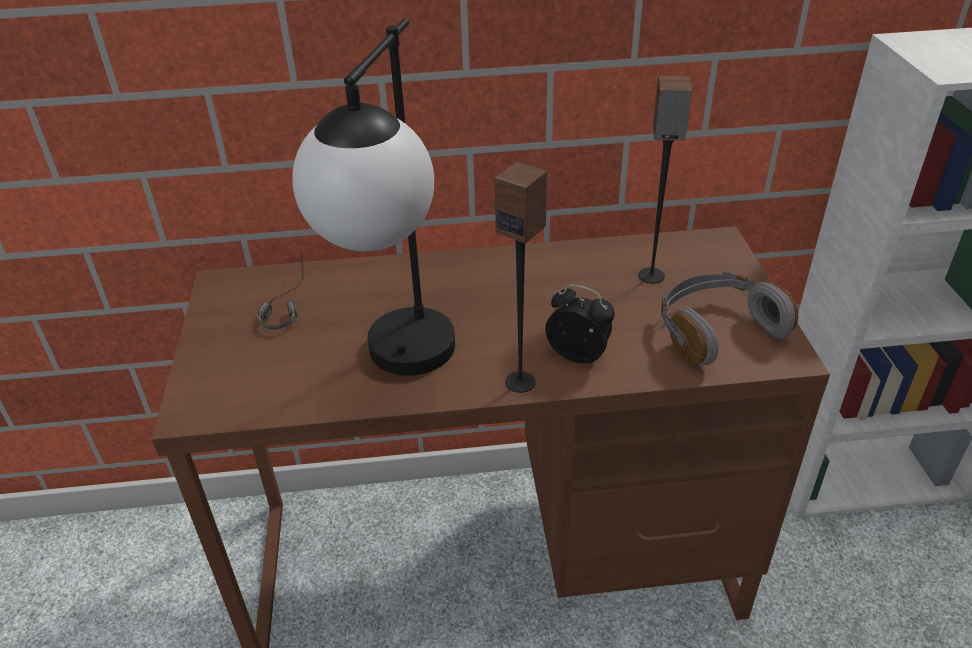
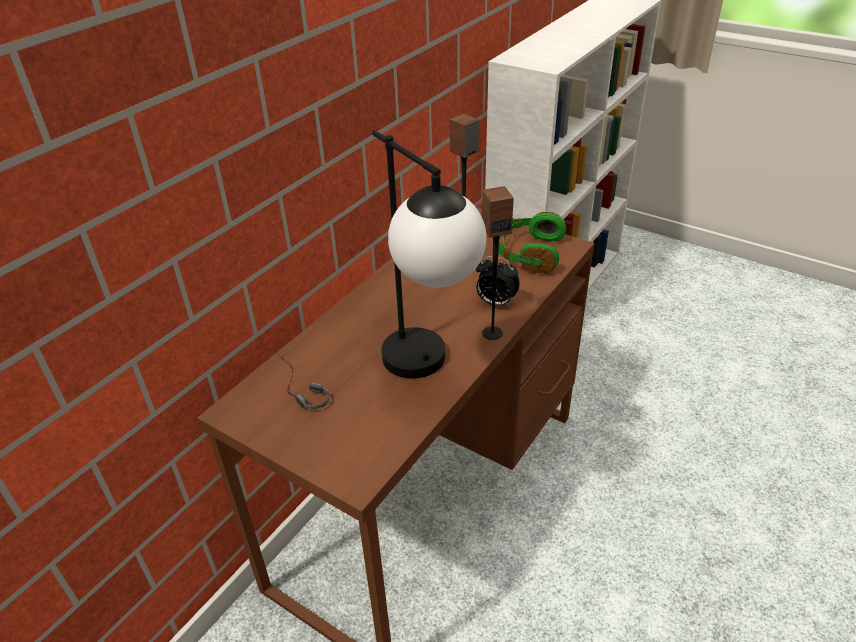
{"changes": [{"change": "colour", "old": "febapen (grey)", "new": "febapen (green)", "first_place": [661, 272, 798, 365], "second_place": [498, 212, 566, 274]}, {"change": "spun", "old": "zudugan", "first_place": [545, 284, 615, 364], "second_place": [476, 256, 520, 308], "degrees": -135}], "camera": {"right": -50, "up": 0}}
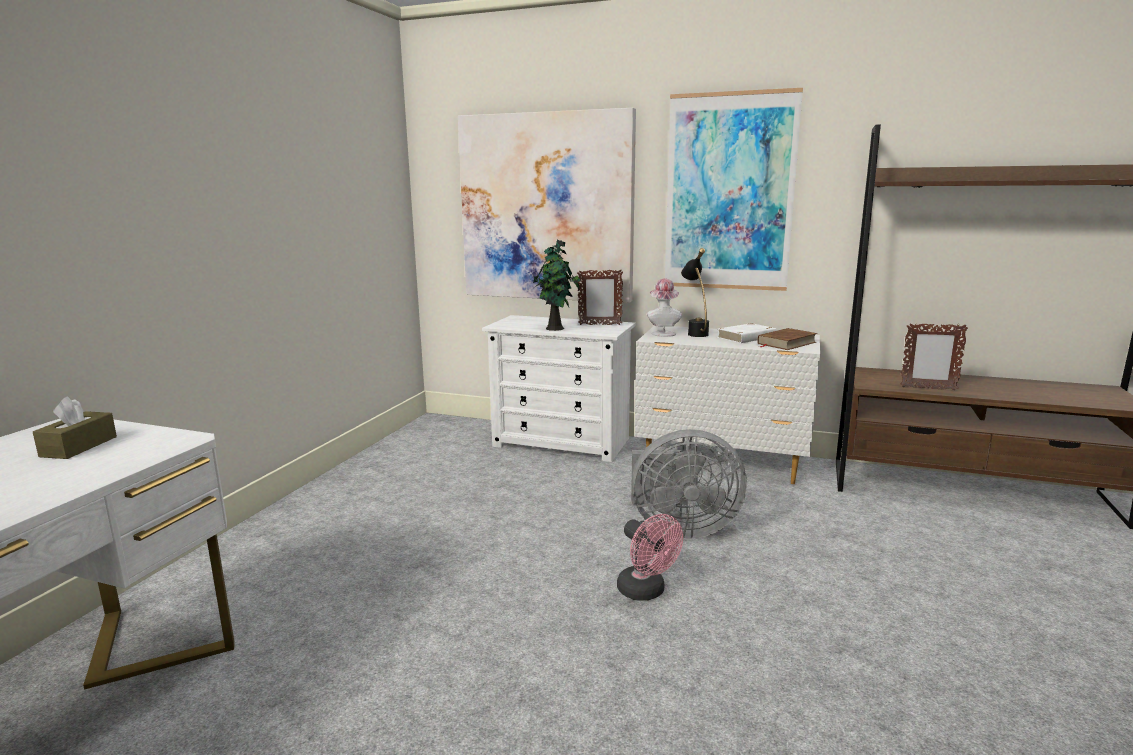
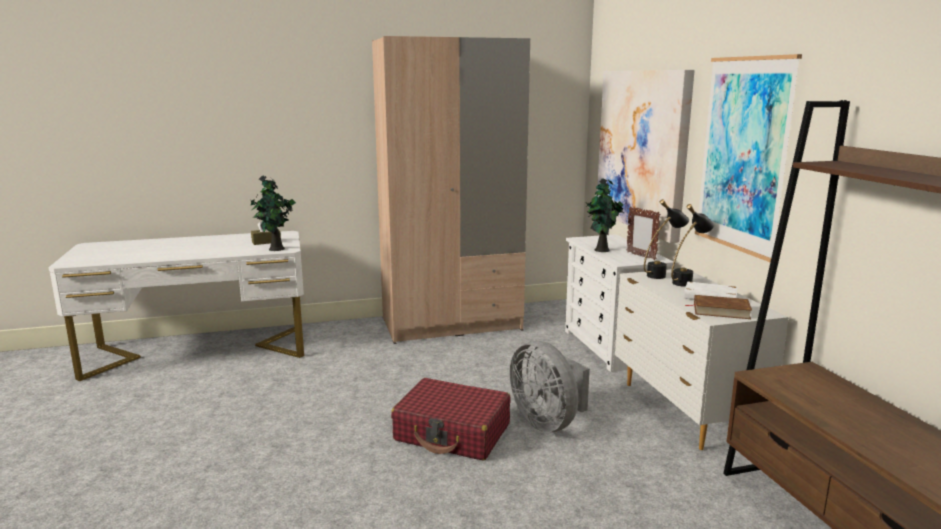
{"changes": [{"change": "exchanged", "old": "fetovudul", "new": "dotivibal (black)", "first_place": [647, 278, 682, 337], "second_place": [644, 199, 689, 279]}, {"change": "missing", "old": "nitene", "first_place": [901, 323, 968, 391]}, {"change": "exchanged", "old": "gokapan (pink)", "new": "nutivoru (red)", "first_place": [617, 514, 683, 600], "second_place": [391, 378, 510, 461]}, {"change": "appeared", "new": "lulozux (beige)", "second_place": [372, 36, 530, 344]}, {"change": "appeared", "new": "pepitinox", "second_place": [250, 175, 296, 251]}], "camera": {"right": 55, "up": 0}}
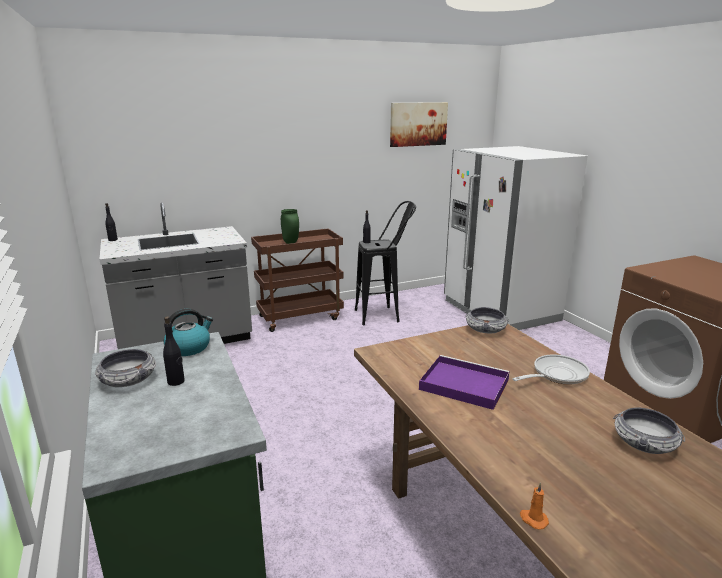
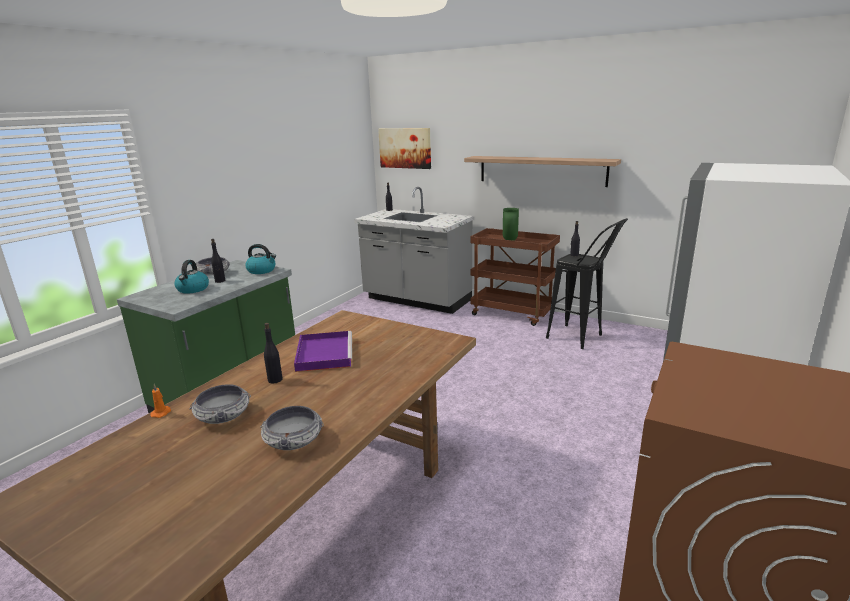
{"changes": [{"change": "relocated", "old": "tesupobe", "first_place": [390, 102, 448, 147], "second_place": [378, 128, 431, 169]}, {"change": "relocated", "old": "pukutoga", "first_place": [465, 307, 509, 333], "second_place": [190, 384, 251, 424]}, {"change": "missing", "old": "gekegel", "first_place": [512, 355, 590, 384]}, {"change": "appeared", "new": "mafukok", "second_place": [464, 156, 621, 187]}, {"change": "appeared", "new": "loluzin", "second_place": [174, 260, 209, 294]}, {"change": "appeared", "new": "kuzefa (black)", "second_place": [264, 323, 283, 384]}], "camera": {"right": 55, "up": 0}}
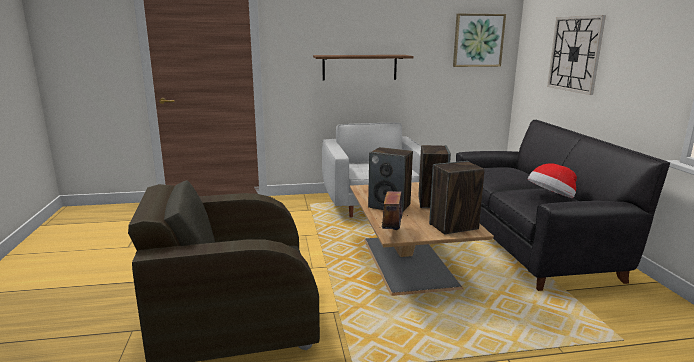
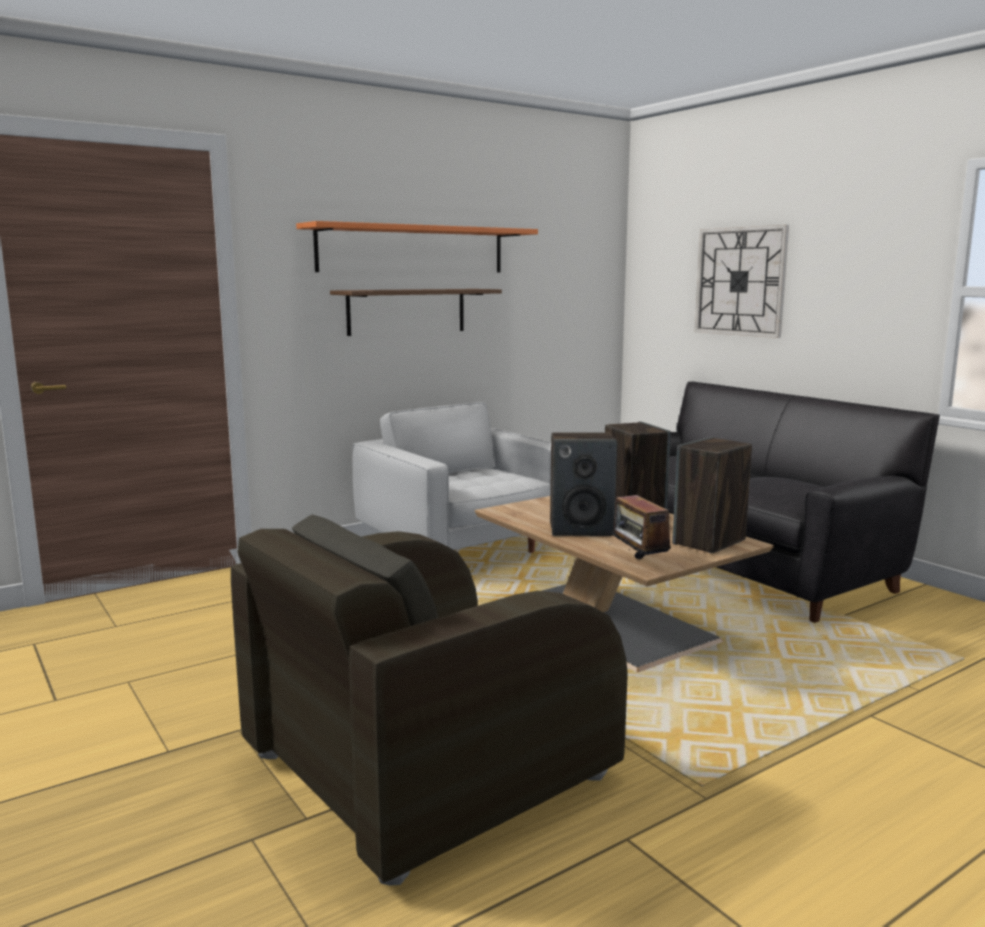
{"changes": [{"change": "missing", "old": "tesupobe", "first_place": [453, 14, 506, 67]}, {"change": "missing", "old": "fetovudul", "first_place": [528, 163, 577, 198]}, {"change": "appeared", "new": "mafukok (orange)", "second_place": [296, 221, 538, 272]}], "camera": {"right": -25, "up": -5}}
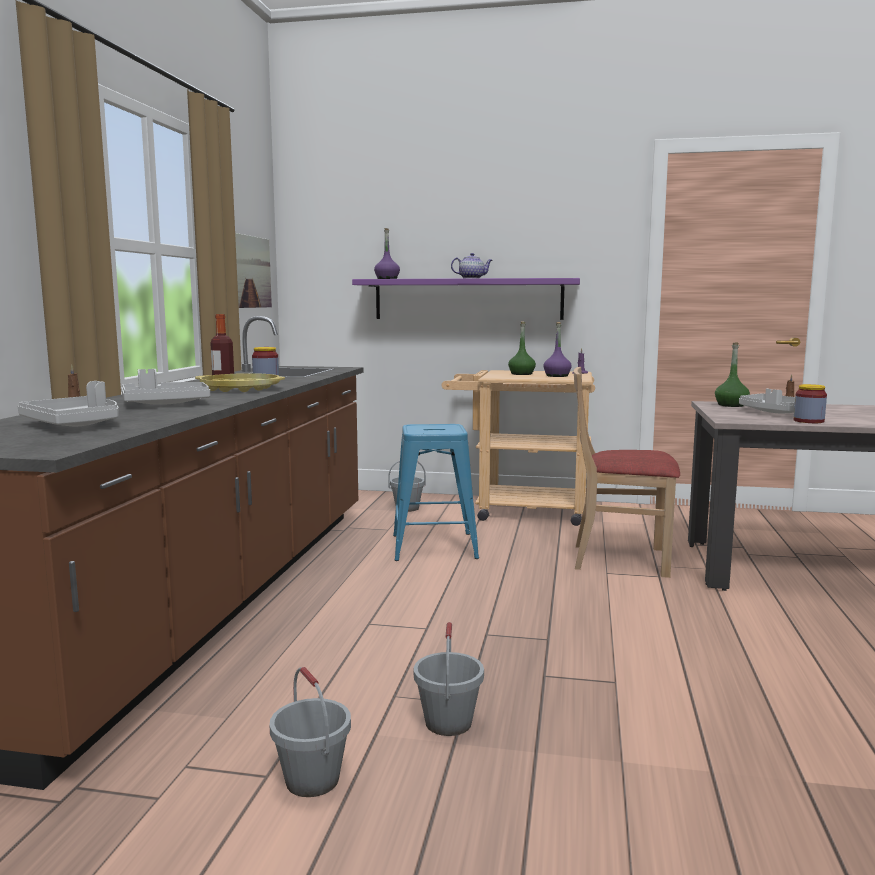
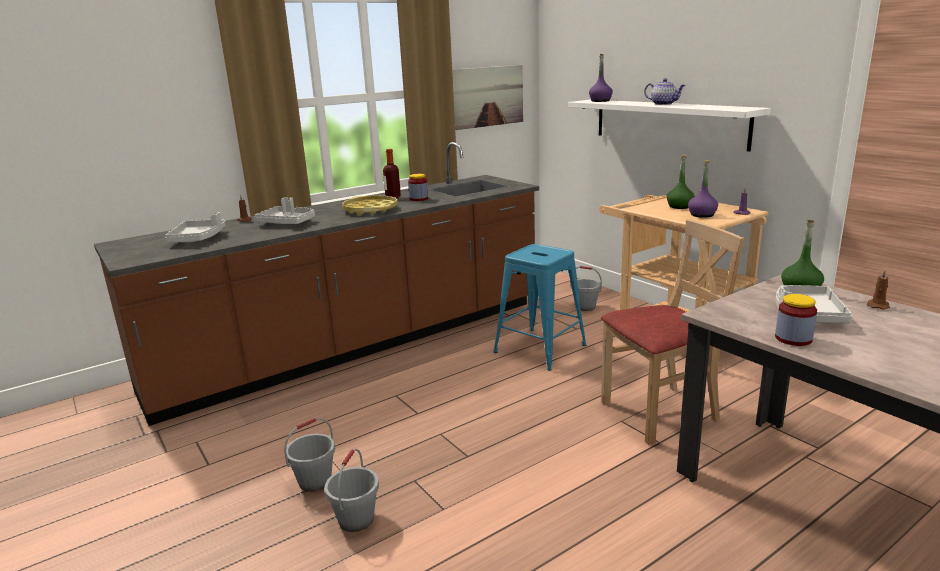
{"changes": [{"change": "colour", "old": "mafukok (purple)", "new": "mafukok (white)", "first_place": [352, 278, 580, 320], "second_place": [568, 100, 771, 151]}, {"change": "spun", "old": "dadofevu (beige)", "first_place": [574, 367, 680, 578], "second_place": [601, 219, 745, 445], "degrees": 105}, {"change": "relocated", "old": "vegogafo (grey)", "first_place": [269, 667, 351, 797], "second_place": [325, 449, 379, 532]}], "camera": {"right": 45, "up": 10}}
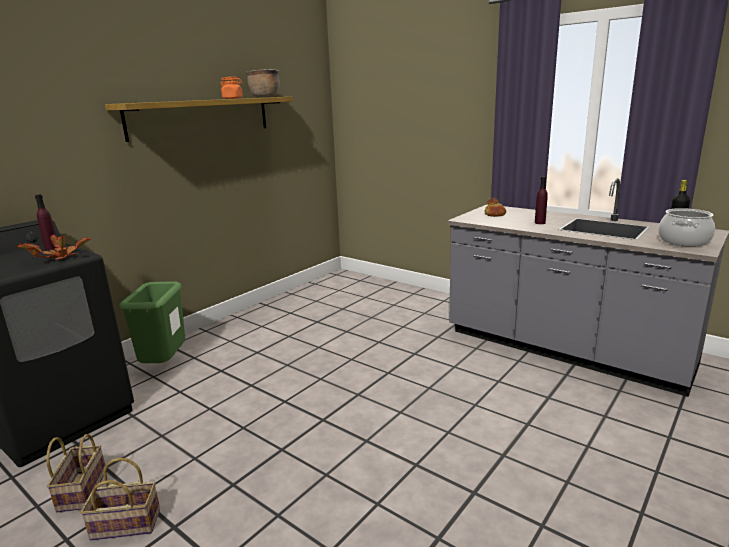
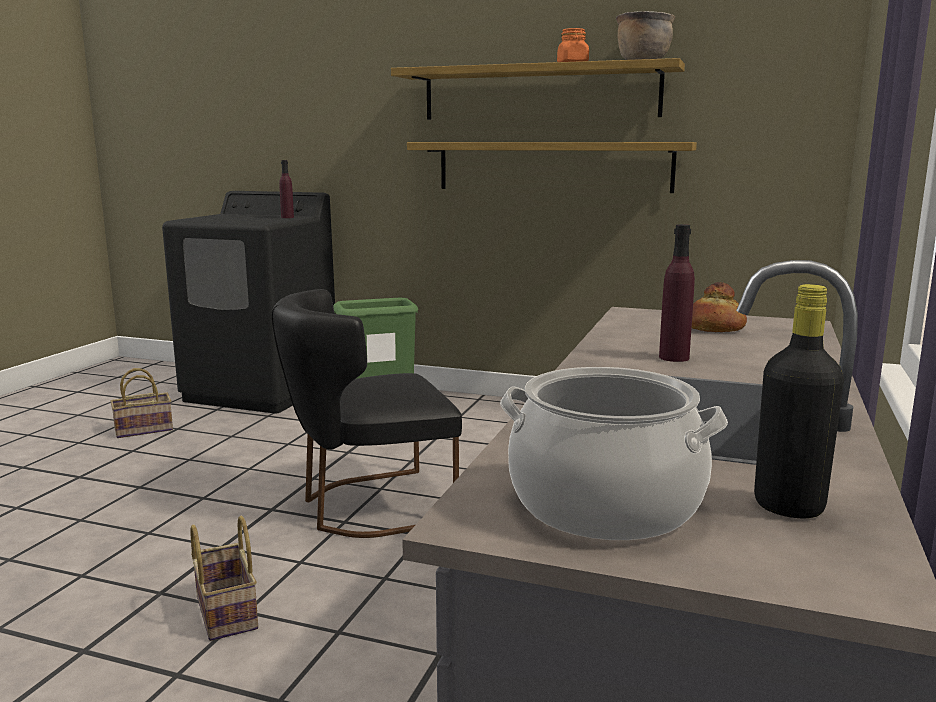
{"changes": [{"change": "missing", "old": "pepitinox", "first_place": [17, 235, 90, 260]}, {"change": "relocated", "old": "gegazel", "first_place": [80, 458, 160, 541], "second_place": [190, 516, 258, 641]}, {"change": "appeared", "new": "mafukok", "second_place": [407, 142, 697, 193]}, {"change": "appeared", "new": "dadofevu (black)", "second_place": [272, 289, 462, 538]}], "camera": {"right": 70, "up": -5}}
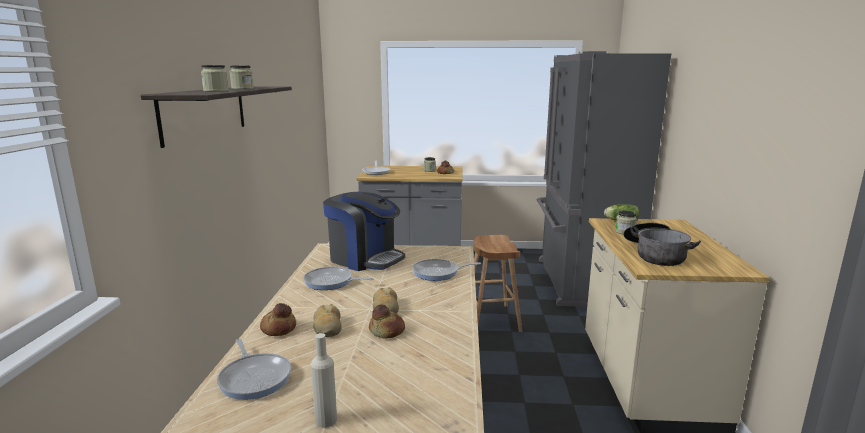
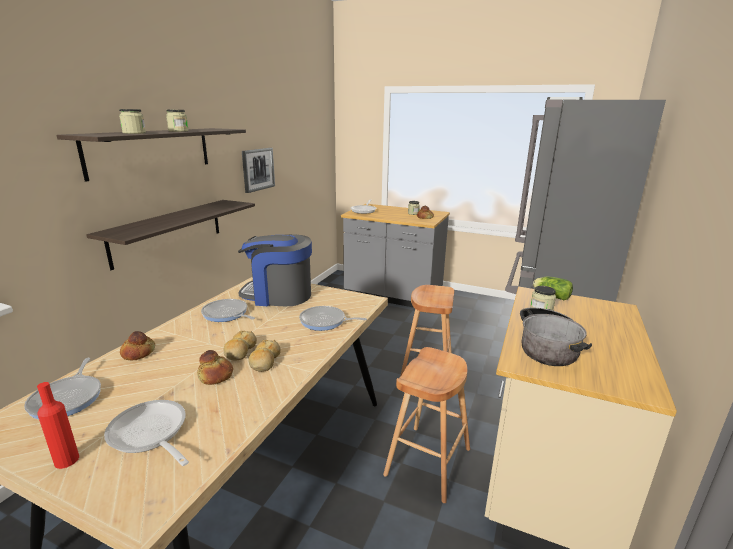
{"changes": [{"change": "spun", "old": "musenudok", "first_place": [323, 192, 405, 271], "second_place": [238, 234, 312, 306], "degrees": 135}, {"change": "relocated", "old": "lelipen", "first_place": [313, 304, 342, 337], "second_place": [249, 340, 281, 372]}, {"change": "colour", "old": "kuzefa (beige)", "new": "kuzefa (red)", "first_place": [311, 333, 337, 428], "second_place": [37, 382, 79, 469]}, {"change": "appeared", "new": "tesupobe", "second_place": [242, 148, 275, 193]}, {"change": "appeared", "new": "mafukok", "second_place": [86, 200, 255, 270]}, {"change": "appeared", "new": "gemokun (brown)", "second_place": [383, 347, 470, 503]}, {"change": "appeared", "new": "gekegel", "second_place": [104, 400, 189, 466]}], "camera": {"right": 20, "up": 5}}
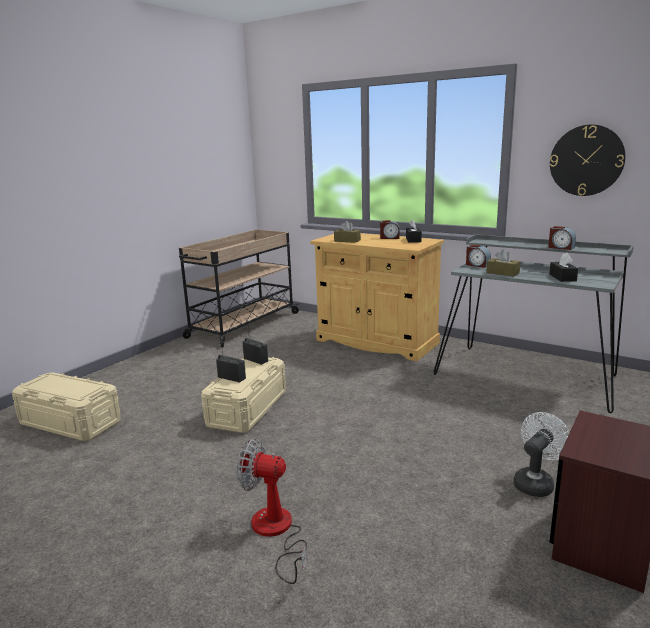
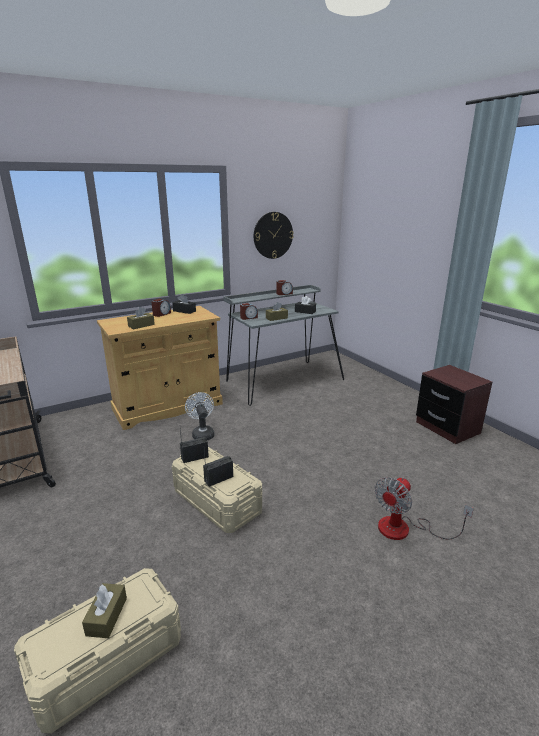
{"changes": [{"change": "relocated", "old": "gokapan (white)", "first_place": [513, 412, 570, 497], "second_place": [185, 392, 214, 440]}, {"change": "appeared", "new": "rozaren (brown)", "second_place": [82, 583, 127, 638]}], "camera": {"right": -65, "up": 5}}
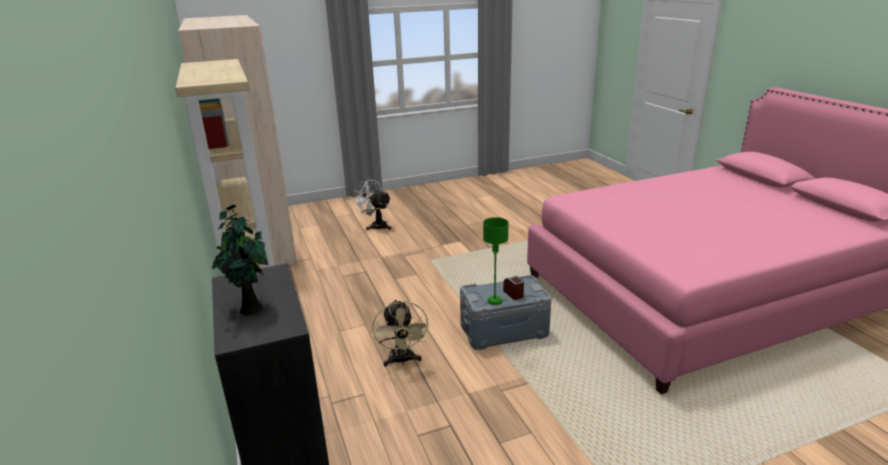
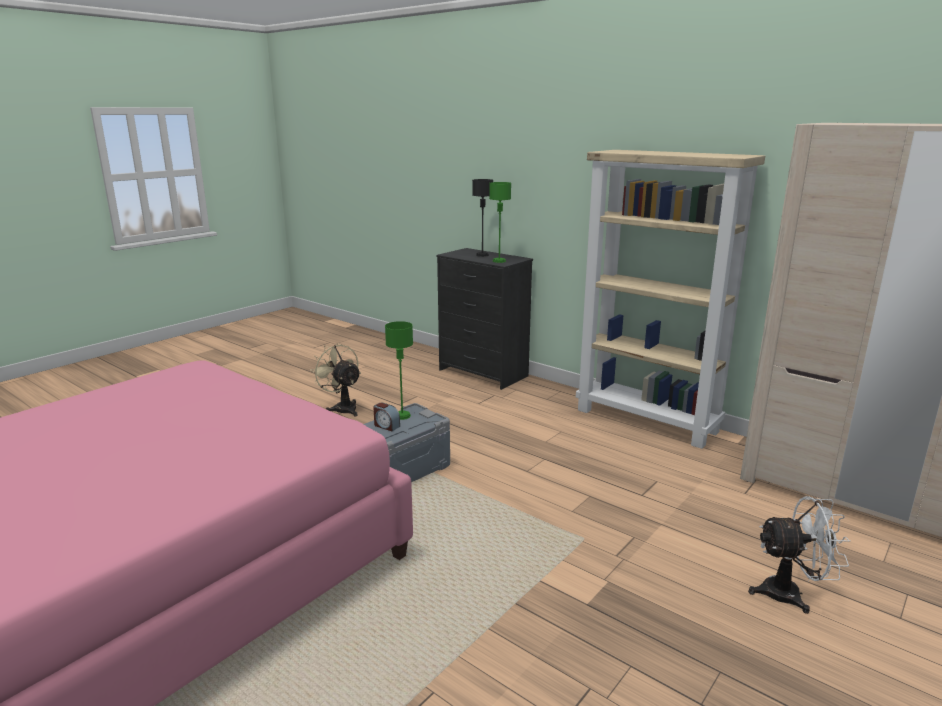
{"changes": [{"change": "exchanged", "old": "pepitinox", "new": "dotivibal (black)", "first_place": [211, 204, 268, 315], "second_place": [472, 179, 493, 257]}, {"change": "relocated", "old": "gokapan (beige)", "first_place": [372, 300, 430, 367], "second_place": [310, 343, 361, 417]}, {"change": "appeared", "new": "dotivibal (green)", "second_place": [489, 182, 511, 263]}], "camera": {"right": 150, "up": -5}}
